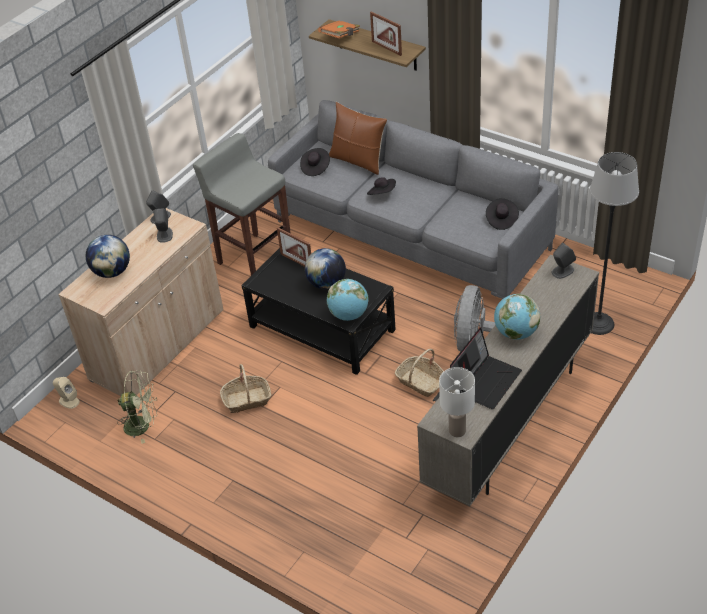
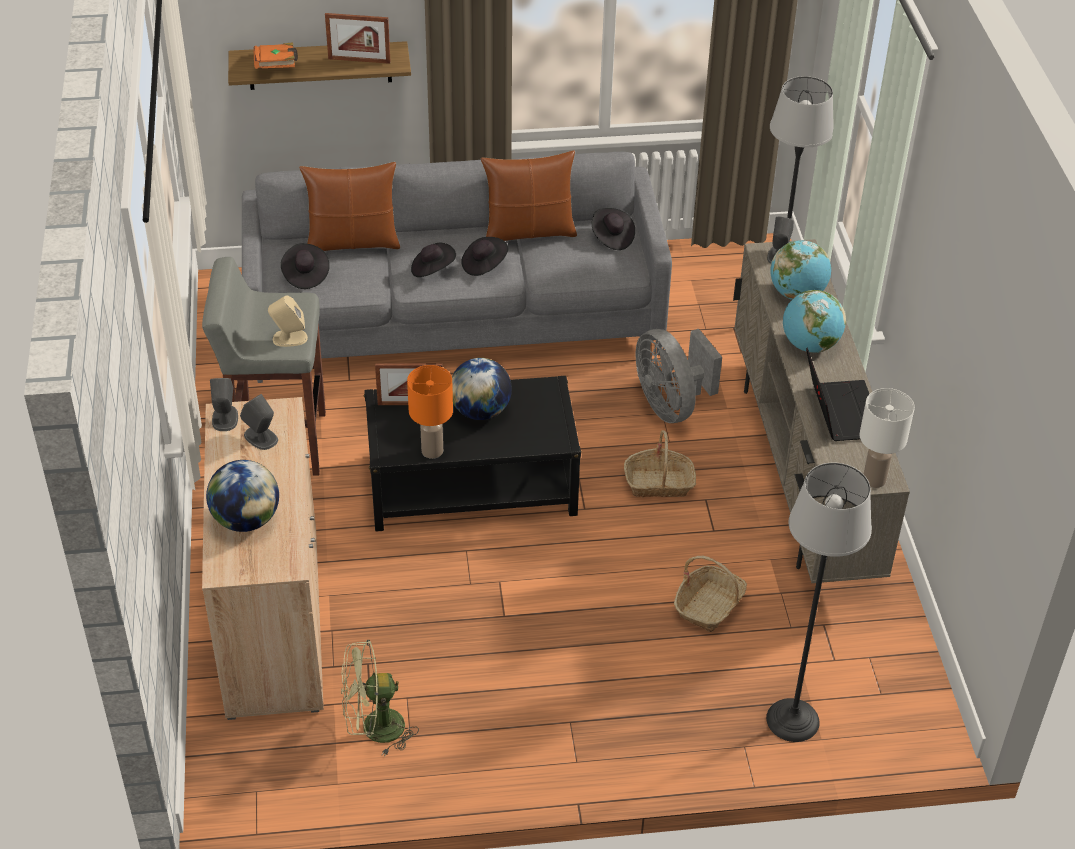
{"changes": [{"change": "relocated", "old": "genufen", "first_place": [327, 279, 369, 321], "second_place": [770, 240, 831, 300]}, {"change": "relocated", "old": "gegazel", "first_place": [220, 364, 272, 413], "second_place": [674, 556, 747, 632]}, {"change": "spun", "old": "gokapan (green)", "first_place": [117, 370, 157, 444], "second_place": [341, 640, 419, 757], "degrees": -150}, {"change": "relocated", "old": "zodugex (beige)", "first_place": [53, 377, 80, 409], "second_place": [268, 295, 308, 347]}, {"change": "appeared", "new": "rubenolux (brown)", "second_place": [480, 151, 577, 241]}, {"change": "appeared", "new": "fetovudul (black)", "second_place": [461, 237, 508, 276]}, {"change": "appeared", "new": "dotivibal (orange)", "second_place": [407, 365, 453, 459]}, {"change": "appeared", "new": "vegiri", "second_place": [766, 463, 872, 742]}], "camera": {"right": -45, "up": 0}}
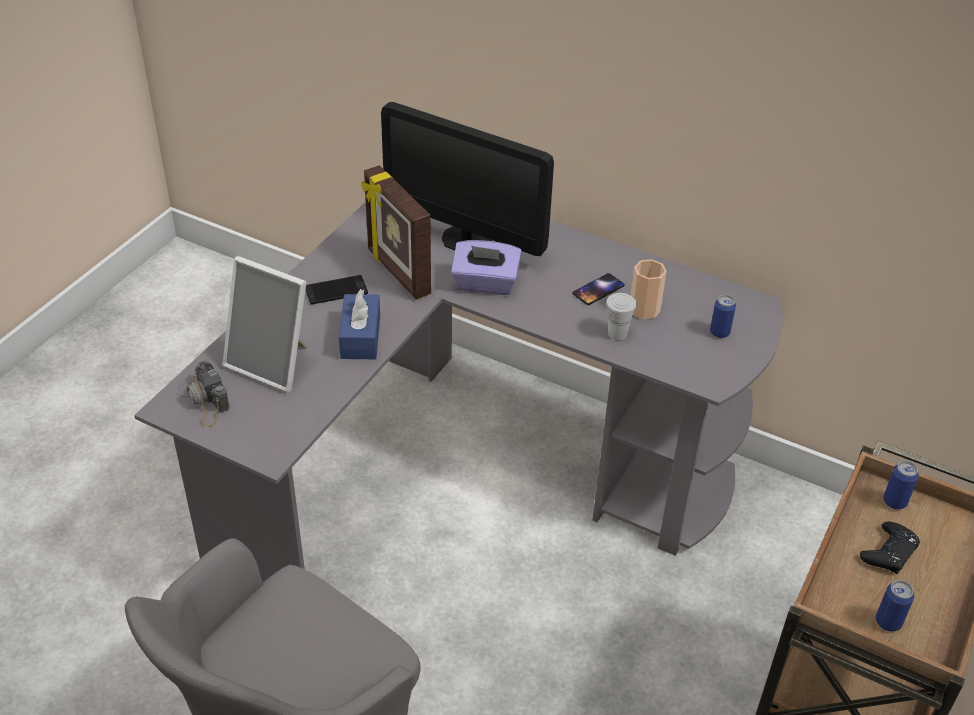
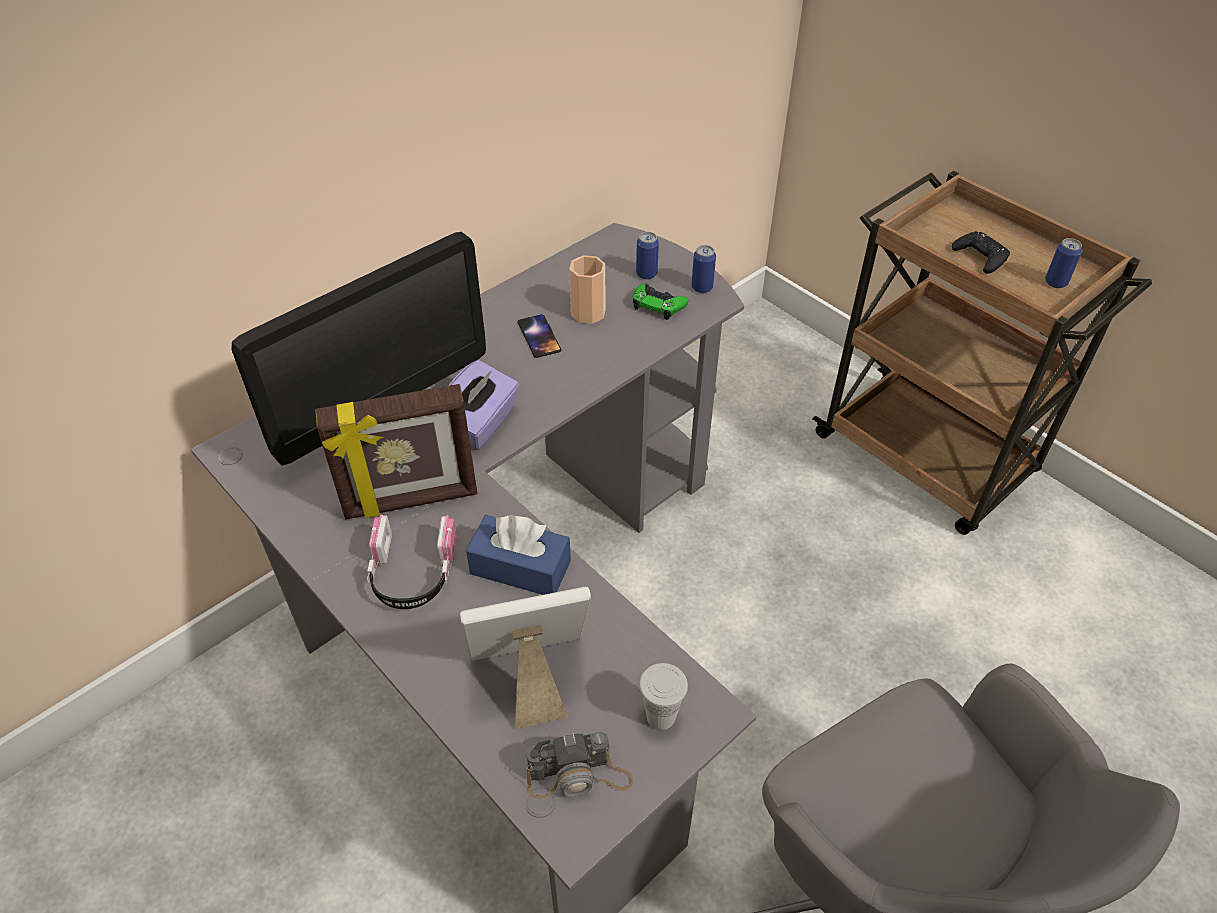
{"changes": [{"change": "spun", "old": "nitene", "first_place": [223, 256, 307, 393], "second_place": [460, 587, 591, 729], "degrees": -150}, {"change": "exchanged", "old": "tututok", "new": "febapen", "first_place": [306, 275, 368, 305], "second_place": [367, 514, 457, 609]}, {"change": "relocated", "old": "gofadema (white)", "first_place": [606, 293, 637, 340], "second_place": [639, 663, 688, 730]}, {"change": "relocated", "old": "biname", "first_place": [883, 461, 919, 510], "second_place": [692, 245, 716, 293]}, {"change": "appeared", "new": "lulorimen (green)", "second_place": [633, 284, 688, 320]}], "camera": {"right": -70, "up": 5}}
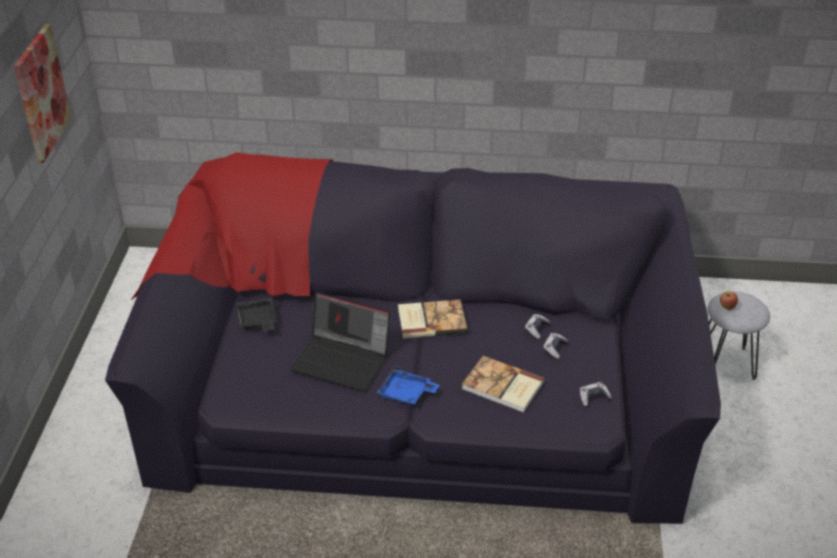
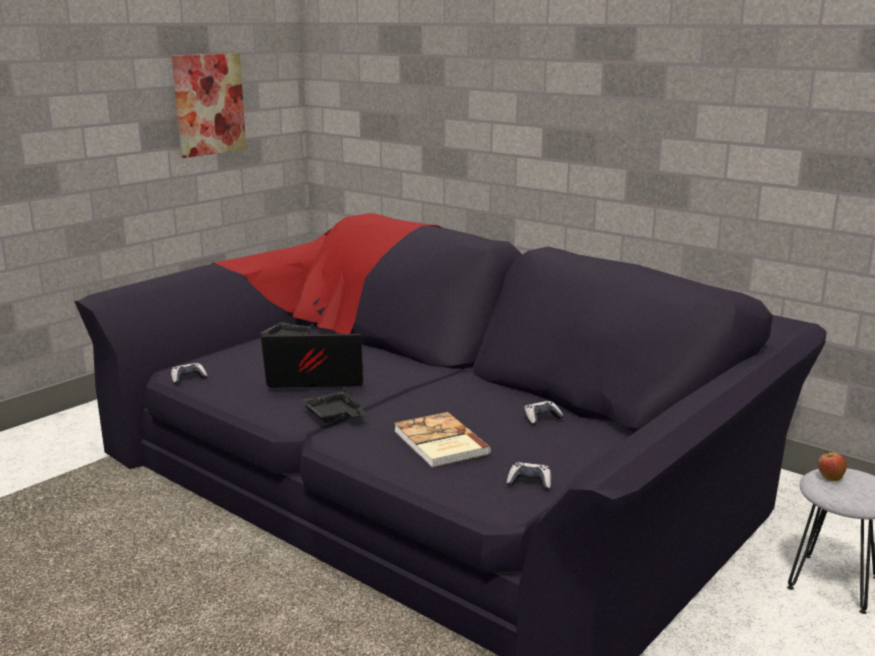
{"changes": [{"change": "spun", "old": "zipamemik", "first_place": [290, 292, 390, 391], "second_place": [261, 334, 364, 388], "degrees": 120}, {"change": "missing", "old": "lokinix", "first_place": [398, 299, 468, 339]}, {"change": "relocated", "old": "lulorimen", "first_place": [543, 333, 569, 359], "second_place": [171, 363, 208, 384]}, {"change": "colour", "old": "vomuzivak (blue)", "new": "vomuzivak (black)", "first_place": [376, 366, 440, 405], "second_place": [301, 387, 367, 423]}], "camera": {"right": 35, "up": -20}}
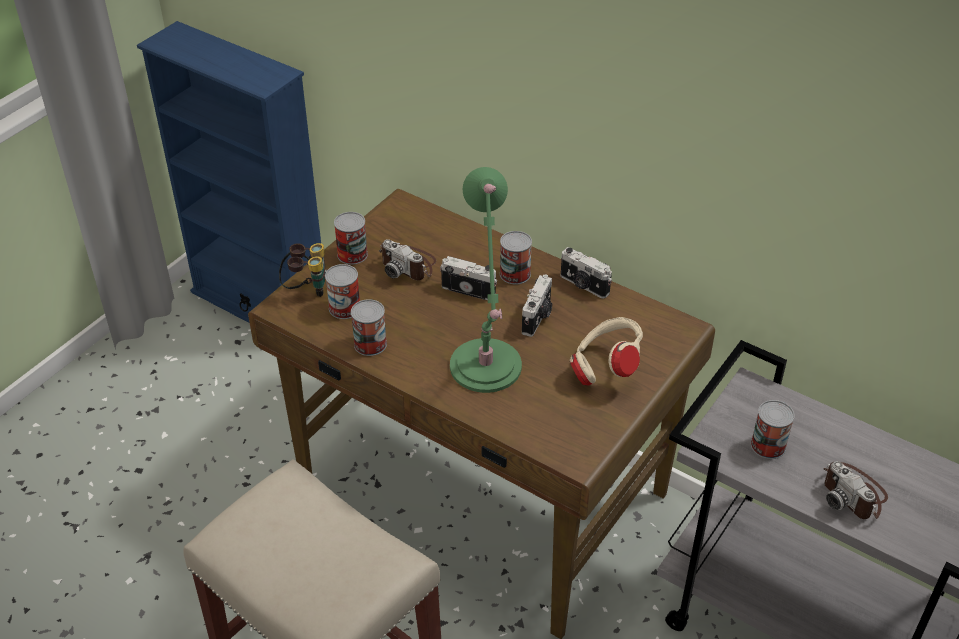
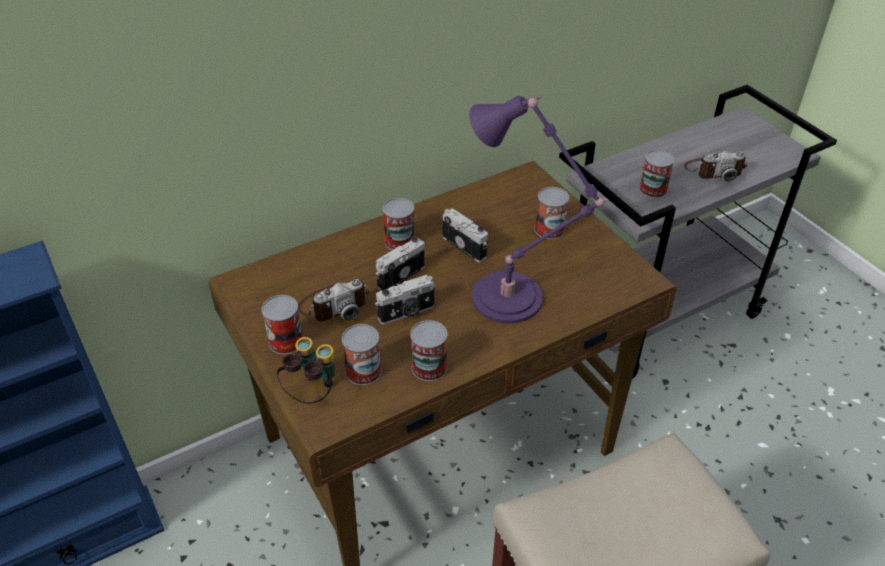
{"changes": [{"change": "colour", "old": "dotivibal (green)", "new": "dotivibal (purple)", "first_place": [450, 167, 522, 393], "second_place": [469, 96, 608, 324]}, {"change": "relocated", "old": "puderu", "first_place": [561, 247, 612, 298], "second_place": [375, 275, 436, 324]}, {"change": "exchanged", "old": "febapen (beige)", "new": "biname", "first_place": [570, 317, 643, 386], "second_place": [535, 187, 569, 240]}], "camera": {"right": -65, "up": 0}}
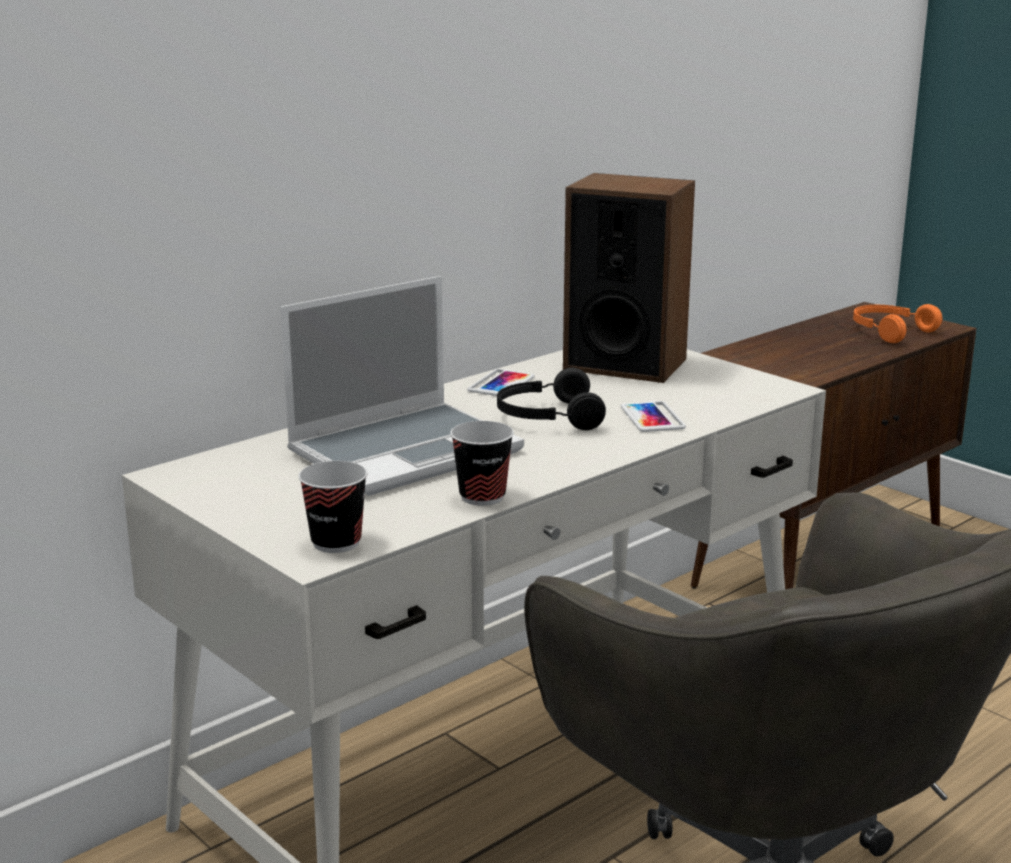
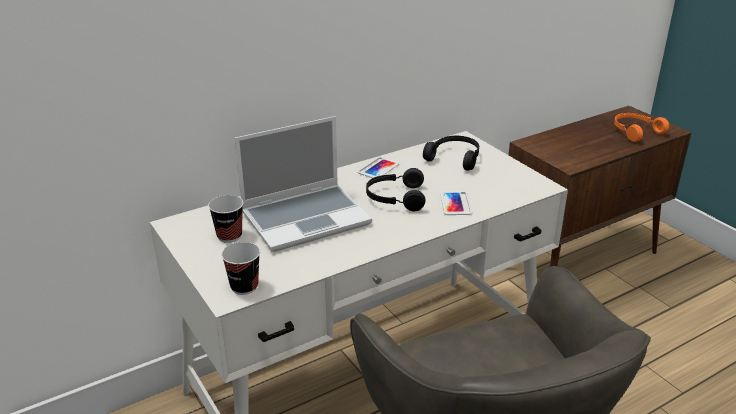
{"changes": [{"change": "exchanged", "old": "zodugex", "new": "febapen (black)", "first_place": [563, 173, 695, 383], "second_place": [423, 136, 479, 171]}, {"change": "relocated", "old": "gofadema", "first_place": [450, 421, 514, 506], "second_place": [208, 195, 243, 243]}], "camera": {"right": 10, "up": 10}}
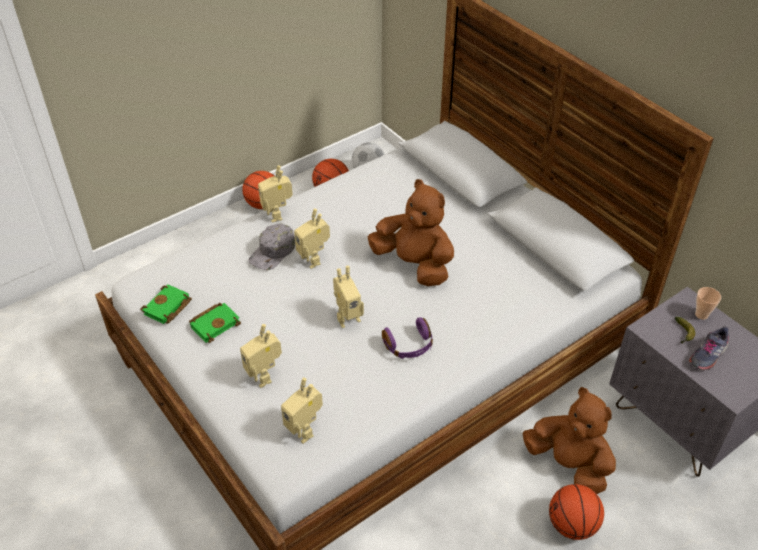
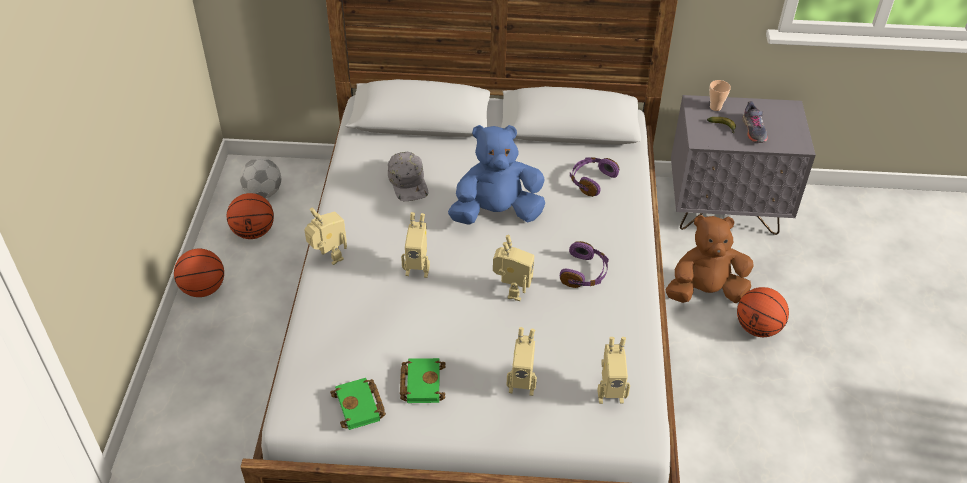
{"changes": [{"change": "spun", "old": "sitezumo", "first_place": [258, 165, 293, 223], "second_place": [304, 208, 347, 265], "degrees": -150}, {"change": "colour", "old": "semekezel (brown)", "new": "semekezel (blue)", "first_place": [367, 179, 454, 286], "second_place": [448, 125, 545, 225]}, {"change": "relocated", "old": "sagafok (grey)", "first_place": [249, 223, 295, 270], "second_place": [388, 152, 429, 201]}, {"change": "appeared", "new": "febapen (purple)", "second_place": [570, 157, 619, 197]}], "camera": {"right": -50, "up": 0}}
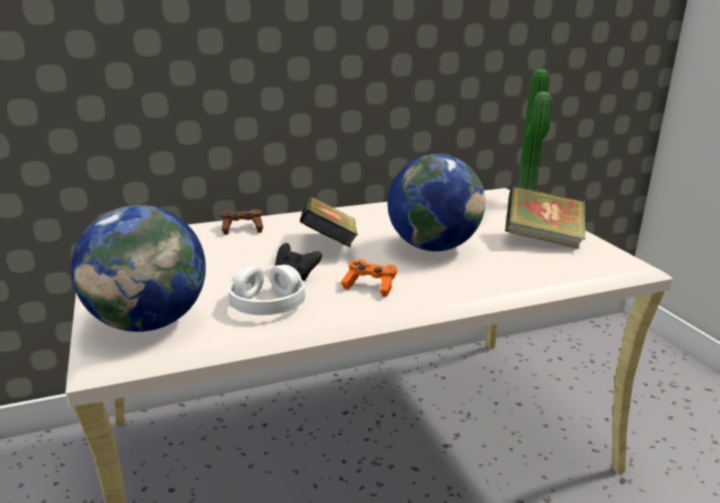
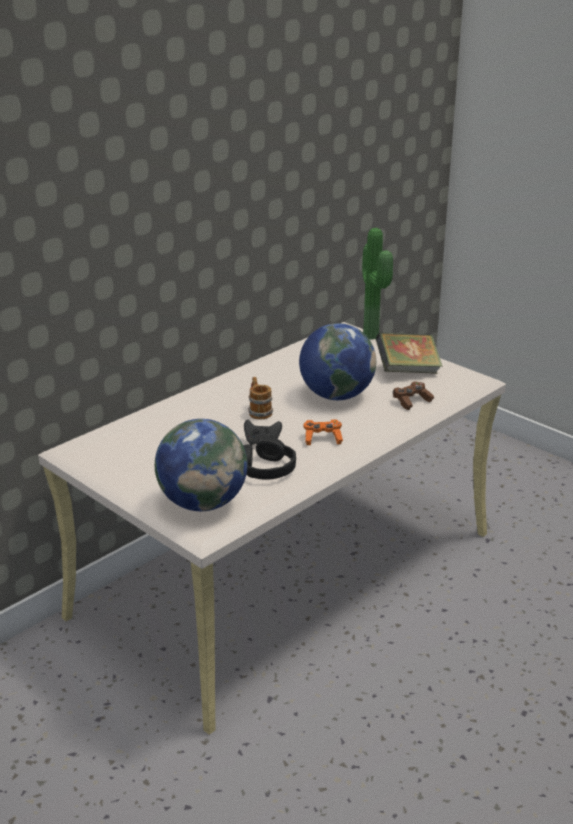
{"changes": [{"change": "exchanged", "old": "lokinix", "new": "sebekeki", "first_place": [300, 197, 358, 247], "second_place": [248, 377, 273, 419]}, {"change": "relocated", "old": "lulorimen (brown)", "first_place": [221, 209, 263, 235], "second_place": [393, 381, 434, 410]}, {"change": "colour", "old": "febapen (white)", "new": "febapen (black)", "first_place": [228, 265, 305, 315], "second_place": [243, 437, 296, 480]}], "camera": {"right": -25, "up": 5}}
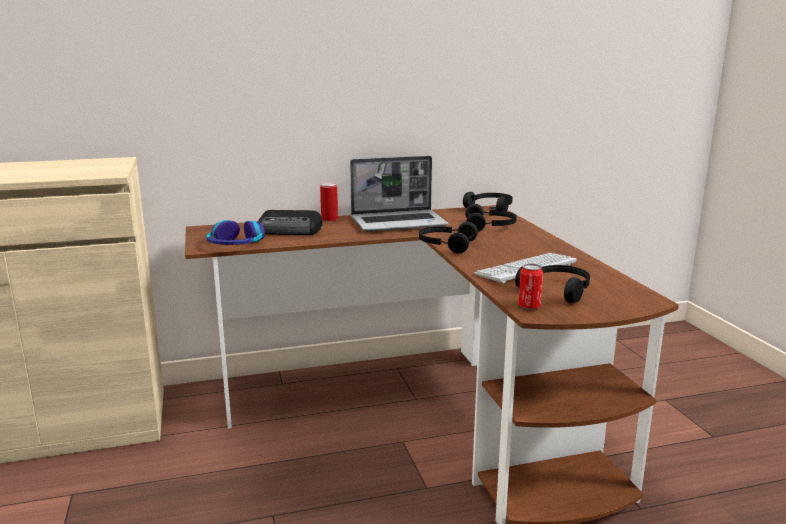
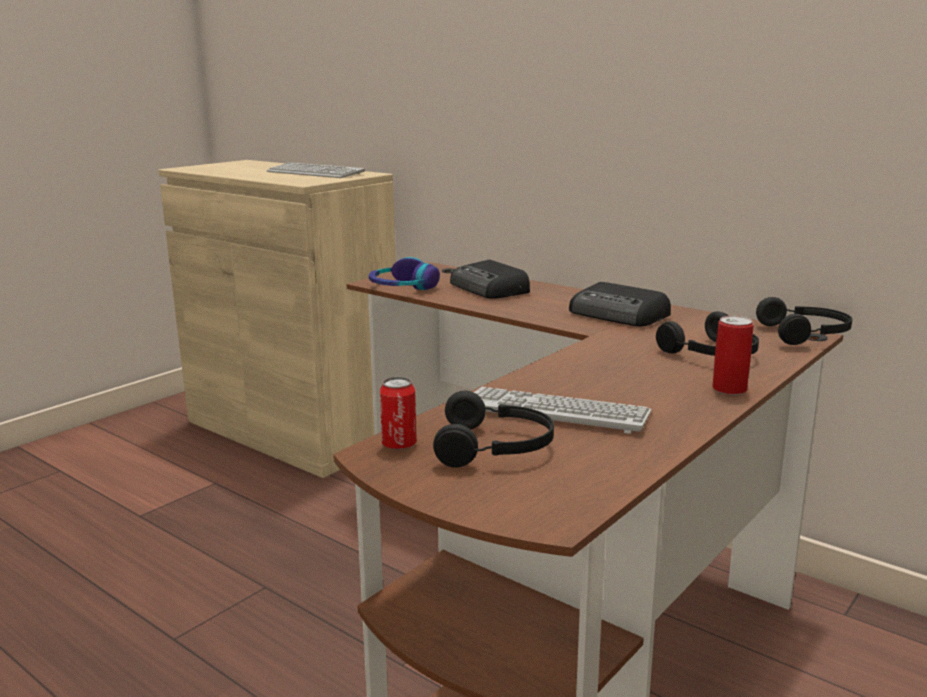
{"changes": [{"change": "exchanged", "old": "zipamemik", "new": "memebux", "first_place": [350, 156, 449, 232], "second_place": [569, 282, 671, 326]}, {"change": "relocated", "old": "biname", "first_place": [320, 183, 338, 222], "second_place": [712, 316, 754, 395]}, {"change": "missing", "old": "febapen (black)", "first_place": [419, 222, 478, 253]}, {"change": "appeared", "new": "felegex", "second_place": [266, 162, 365, 178]}], "camera": {"right": 55, "up": 0}}
